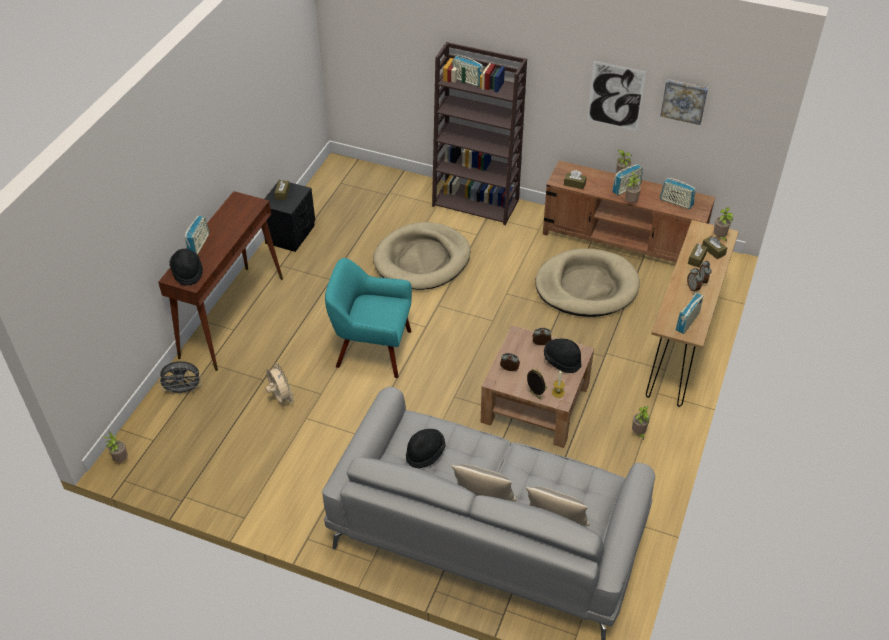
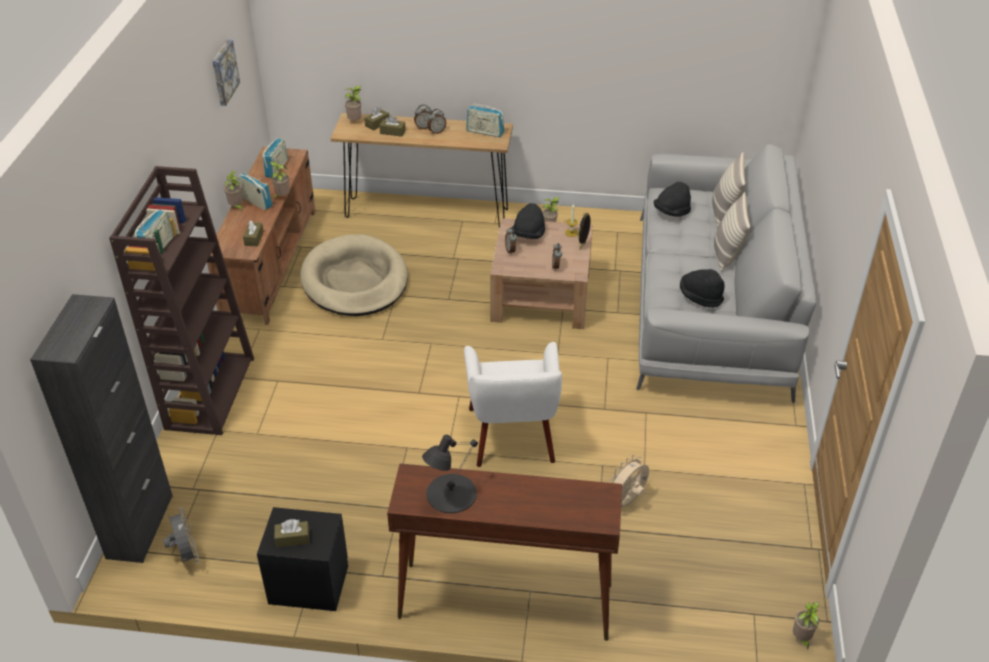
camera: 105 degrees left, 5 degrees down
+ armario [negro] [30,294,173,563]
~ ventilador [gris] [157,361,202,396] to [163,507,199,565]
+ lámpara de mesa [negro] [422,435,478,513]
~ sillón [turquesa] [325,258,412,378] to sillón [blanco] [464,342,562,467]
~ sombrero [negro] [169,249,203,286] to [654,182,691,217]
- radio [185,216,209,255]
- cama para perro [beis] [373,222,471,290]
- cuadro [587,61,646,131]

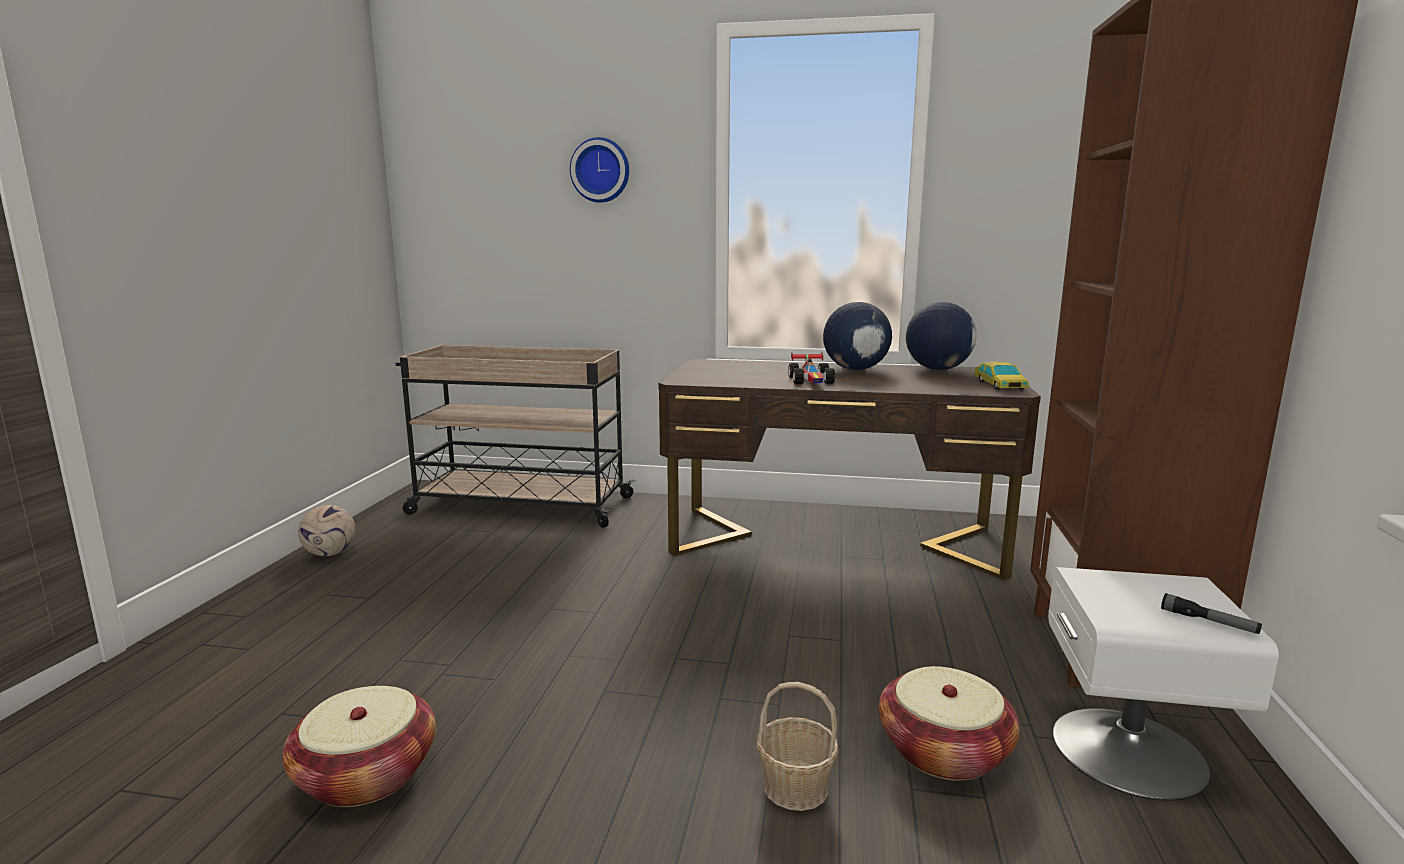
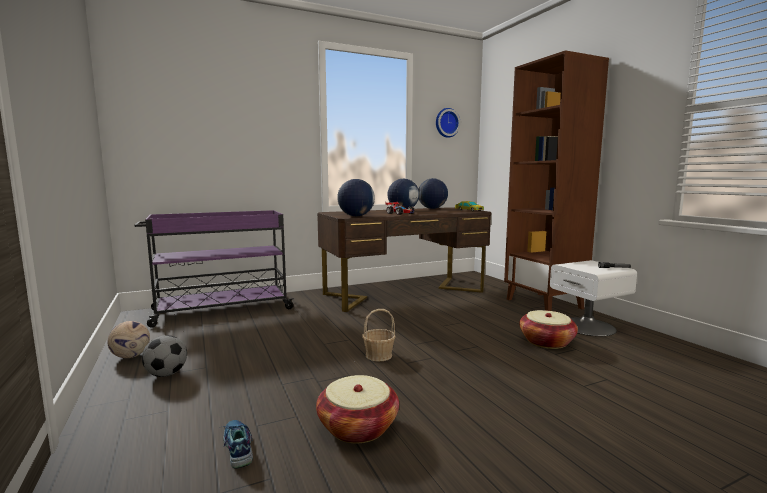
camera: 35 degrees left, 5 degrees down
~ carrito [beis] [396,345,635,528] to carrito [morado] [135,210,295,328]
+ balón de fútbol [142,335,187,377]
+ zapato [223,420,253,469]
+ globo terráqueo [337,179,375,216]
~ cesta [757,682,838,811] to [362,309,396,362]
~ reloj de pared [570,137,629,203] to [436,108,460,138]

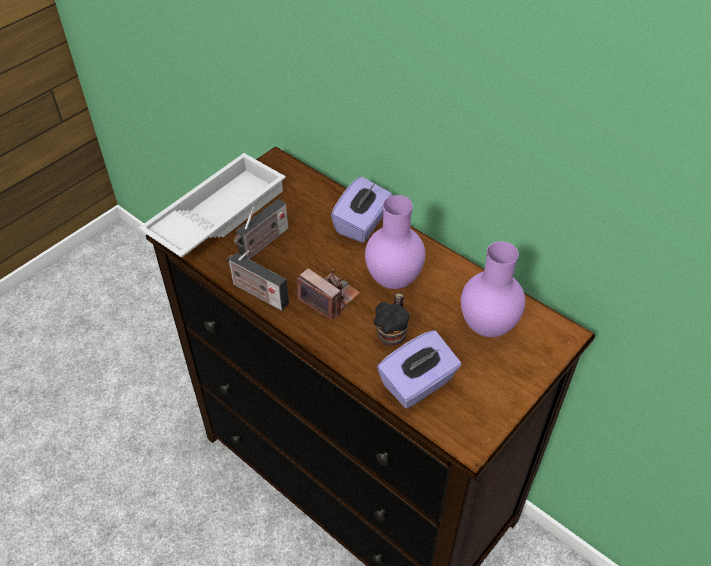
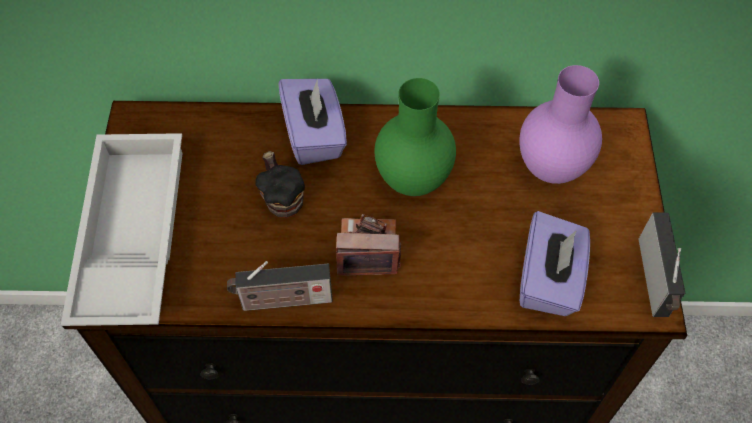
camera: 40 degrees left, 10 degrees up
~ taza grande [374,293,410,347] to [255,151,305,218]
~ florero [morado] [365,195,425,289] to florero [verde] [374,78,456,196]
~ radio [234,199,288,259] to [638,213,685,317]

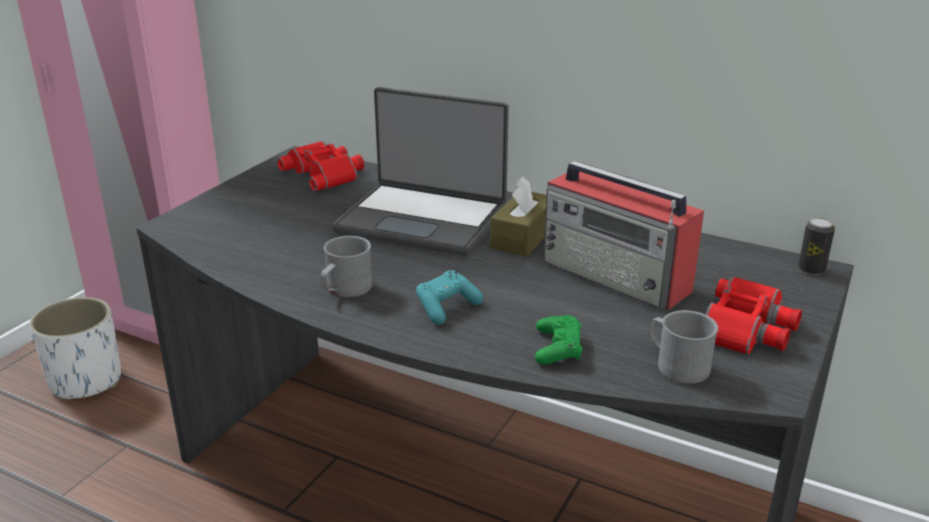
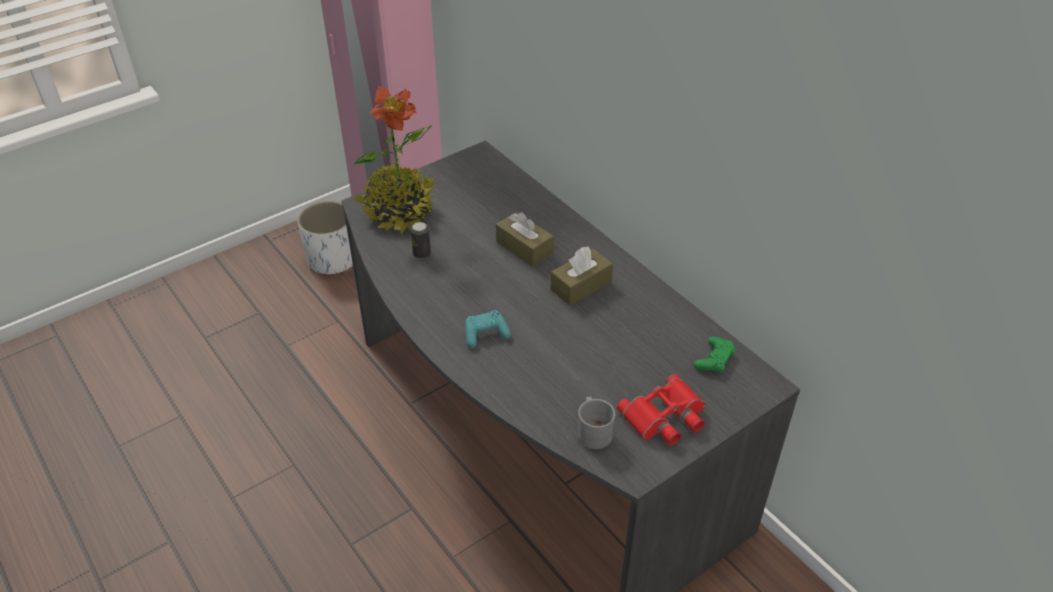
camera: 25 degrees right, 15 degrees up
+ planta en maceta [353,86,436,234]
~ lata [798,218,835,275] to [410,222,431,259]
~ portátil [332,87,509,256] to caja de pañuelos [marrón] [496,212,554,267]
~ mando de consola [verde] [535,315,582,364] to [693,337,735,373]
- prismáticos [rojo] [277,141,364,191]
- taza grande [gris] [321,236,372,297]
- radio [543,161,704,310]

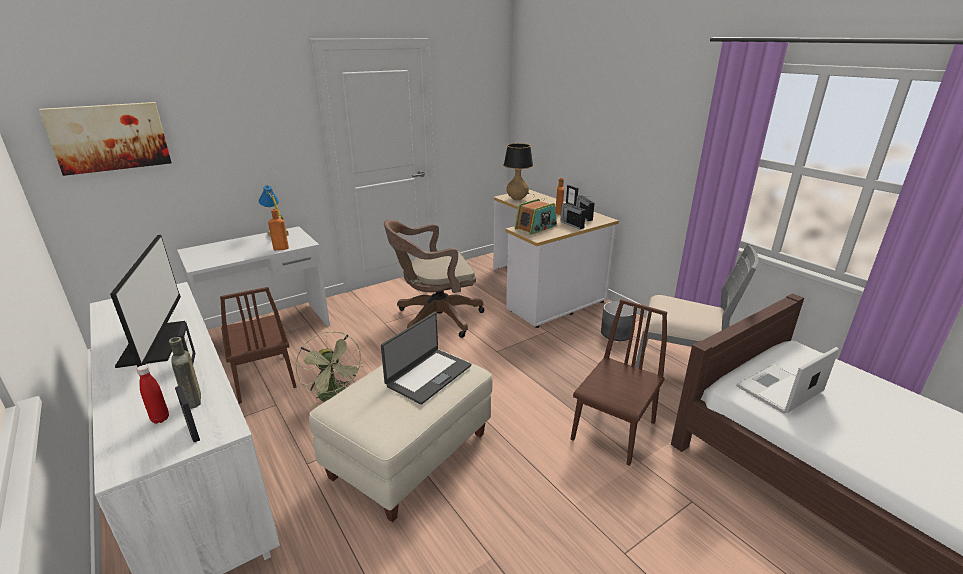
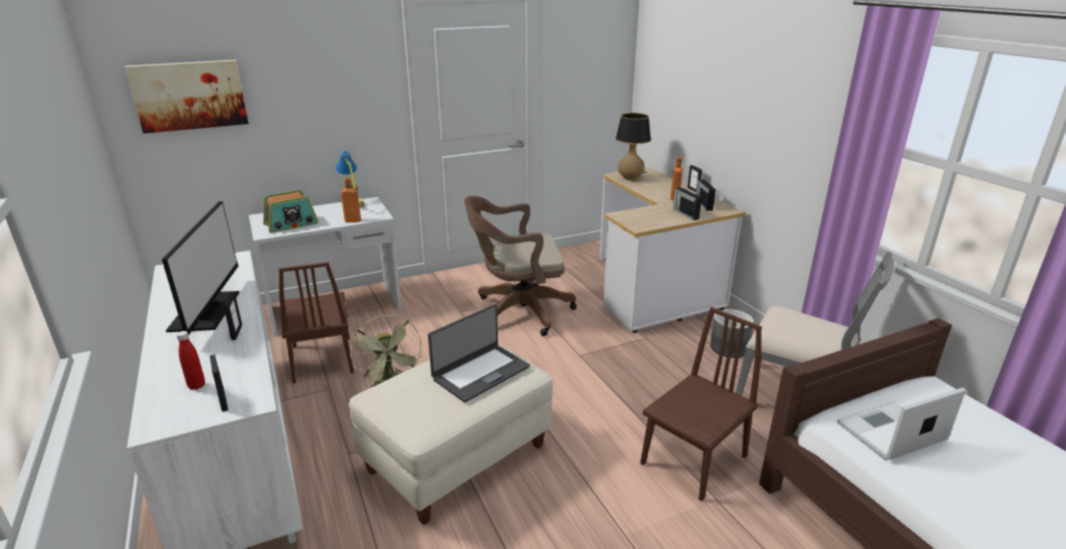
camera: 10 degrees right, 0 degrees up
~ radio [515,199,557,235] to [263,190,318,233]
- botella [marrón] [169,337,201,409]

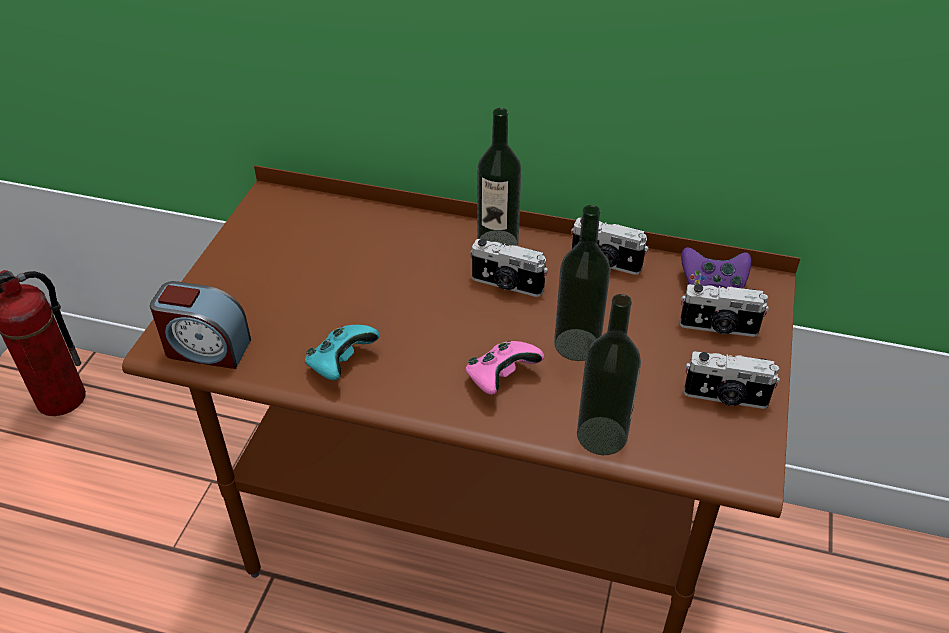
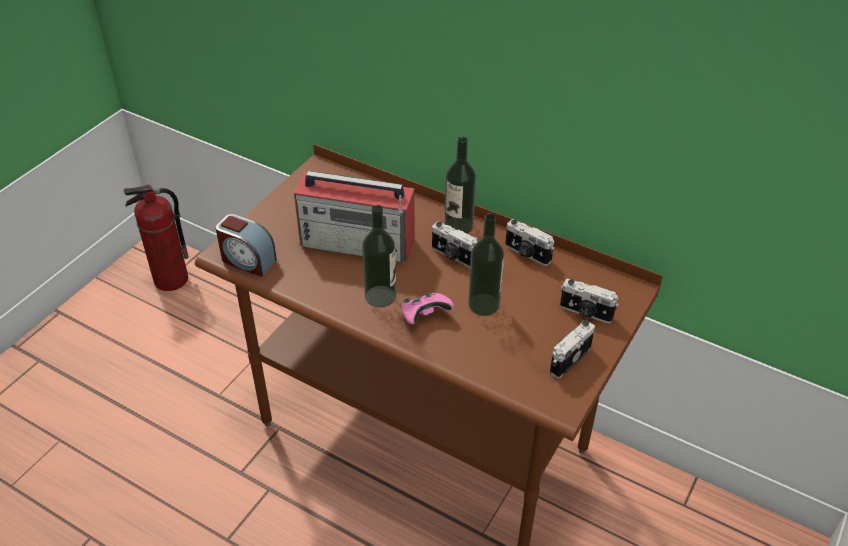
camera: 15 degrees right, 0 degrees up
+ radio [294,171,415,263]
~ botella [577,294,641,455] to [362,205,396,307]
~ cámara [684,351,780,409] = [550,320,595,379] 105 degrees clockwise
- mando de consola [turquesa] [305,325,380,380]
- mando de consola [morado] [681,247,751,289]

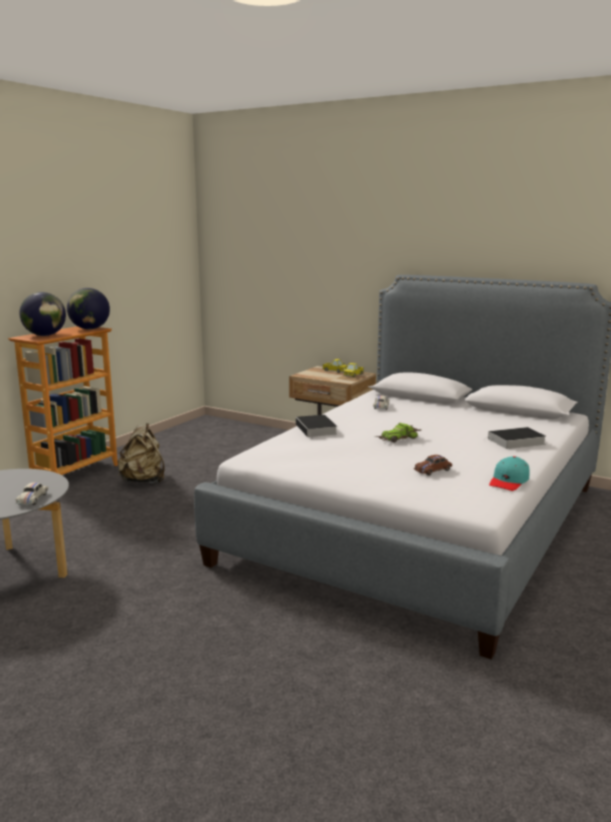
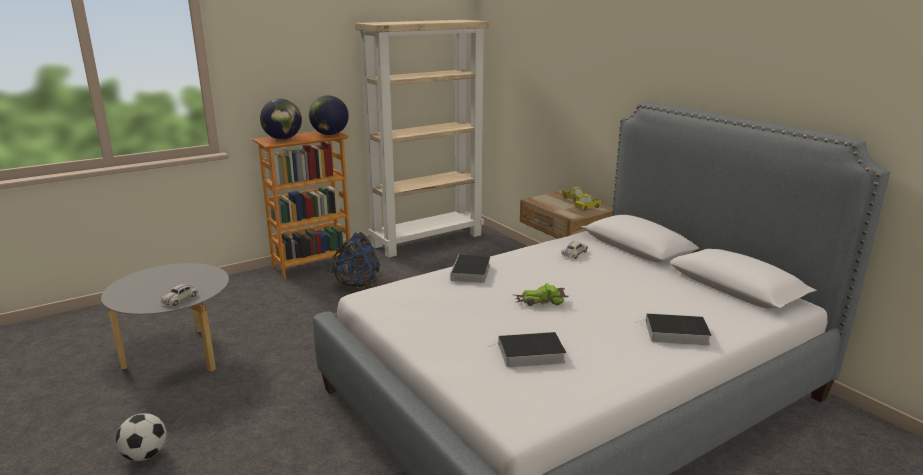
camera: 25 degrees right, 5 degrees up
+ balón de fútbol [116,413,167,461]
~ mochila [beis] [118,423,164,483] to mochila [azul] [332,232,380,289]
+ estantería [beis] [355,20,489,257]
~ coche de juguete [marrón] [414,455,452,476] to libro [488,332,566,367]
- gorra [turquesa] [489,456,530,491]

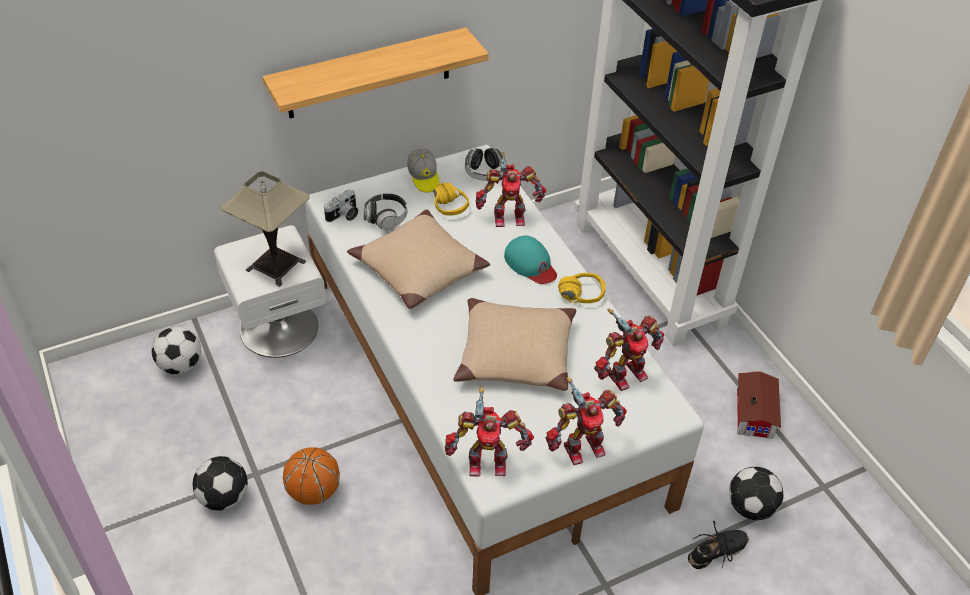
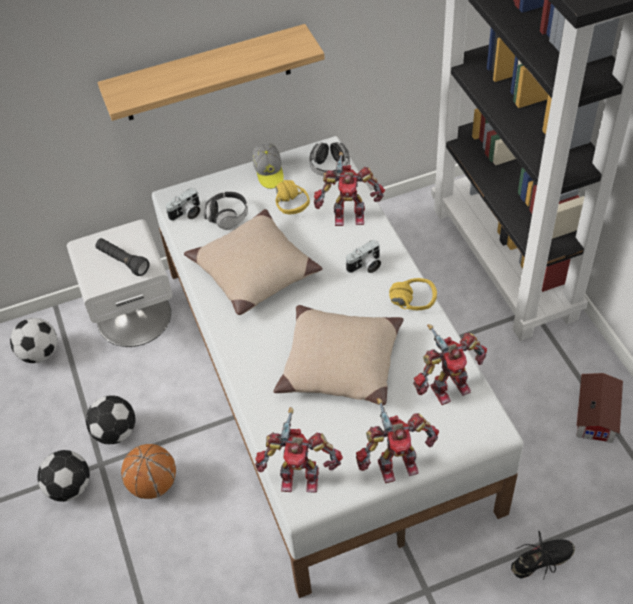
camera: 10 degrees right, 5 degrees up
~ balón de fútbol [729,467,783,520] to [86,395,136,444]
~ lámpara de mesa [221,171,310,287] to linterna [negro] [96,238,150,276]
~ gorra [turquesa] [504,235,557,284] to cámara [346,240,381,273]

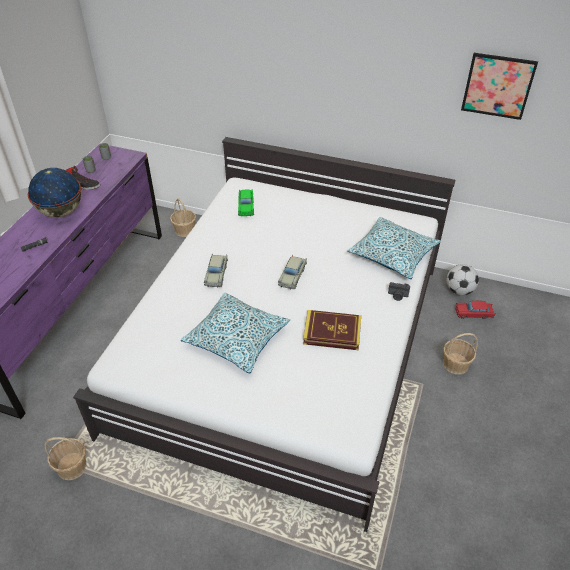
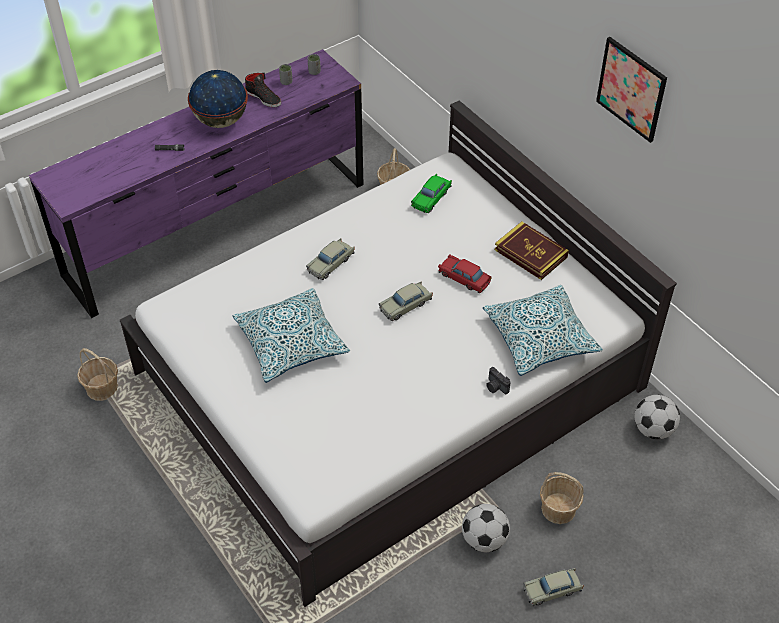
camera: 35 degrees right, 5 degrees up
~ coche de juguete [rojo] [455,301,496,319] to [438,254,492,293]
+ balón de fútbol [462,504,510,552]
~ libro [303,310,361,350] to [495,221,569,280]
+ coche de juguete [beis] [523,568,584,606]
~ cuadro [461,53,538,120] to [596,37,667,143]

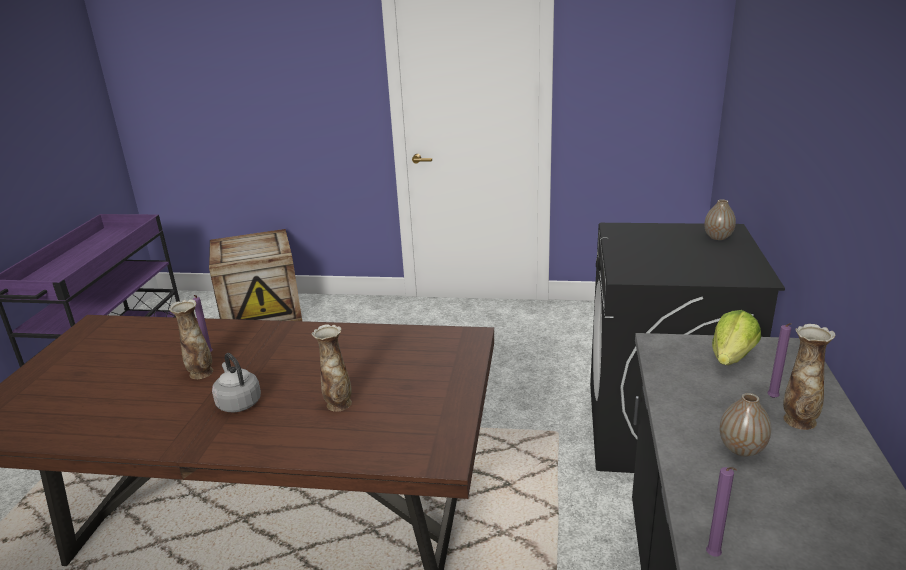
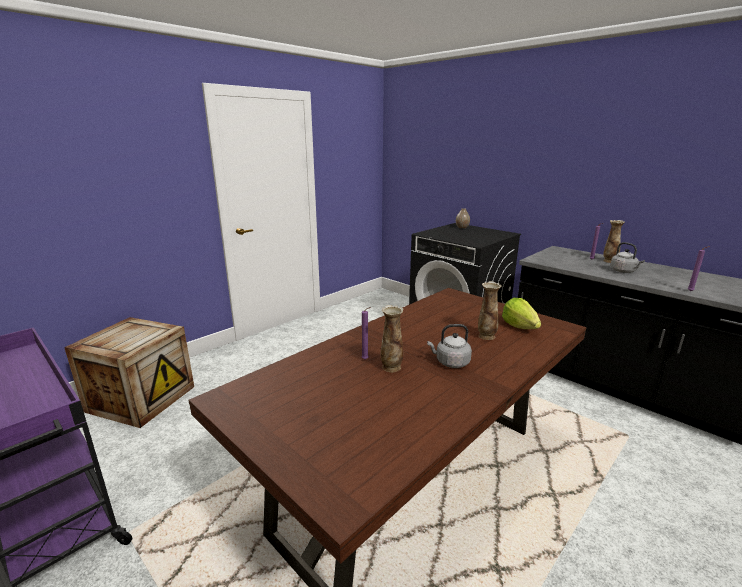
camera: 55 degrees left, 5 degrees down
~ lechuga [712,310,761,365] to [502,298,541,329]
~ florero [720,393,771,457] to hervidor [gris] [610,242,645,273]

